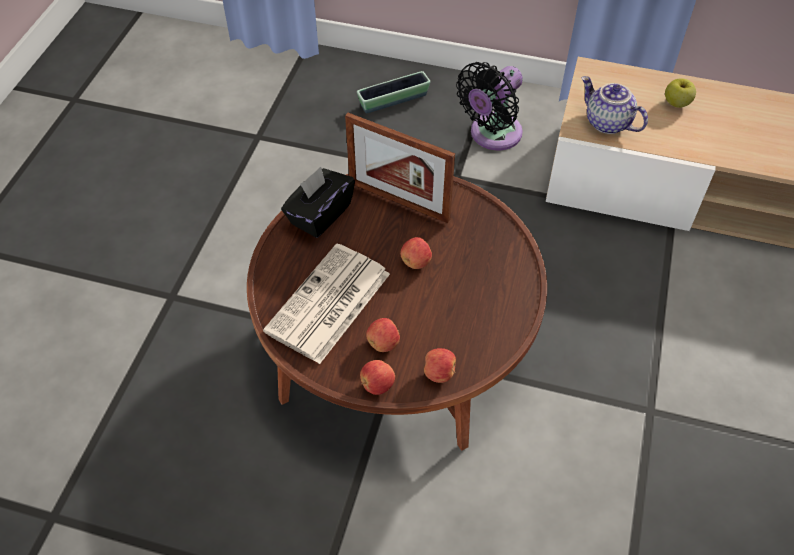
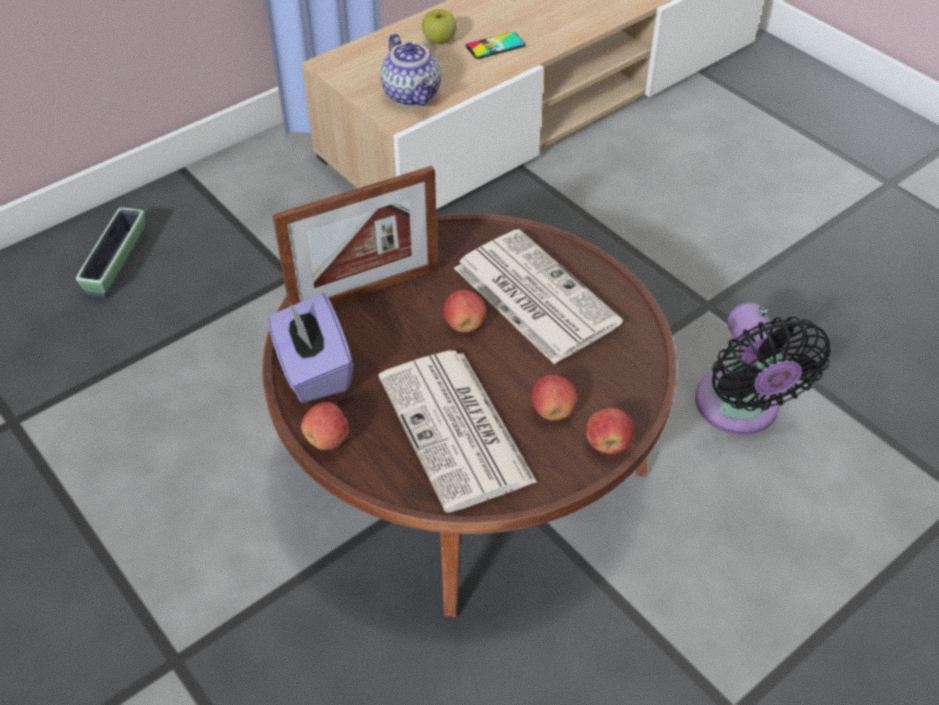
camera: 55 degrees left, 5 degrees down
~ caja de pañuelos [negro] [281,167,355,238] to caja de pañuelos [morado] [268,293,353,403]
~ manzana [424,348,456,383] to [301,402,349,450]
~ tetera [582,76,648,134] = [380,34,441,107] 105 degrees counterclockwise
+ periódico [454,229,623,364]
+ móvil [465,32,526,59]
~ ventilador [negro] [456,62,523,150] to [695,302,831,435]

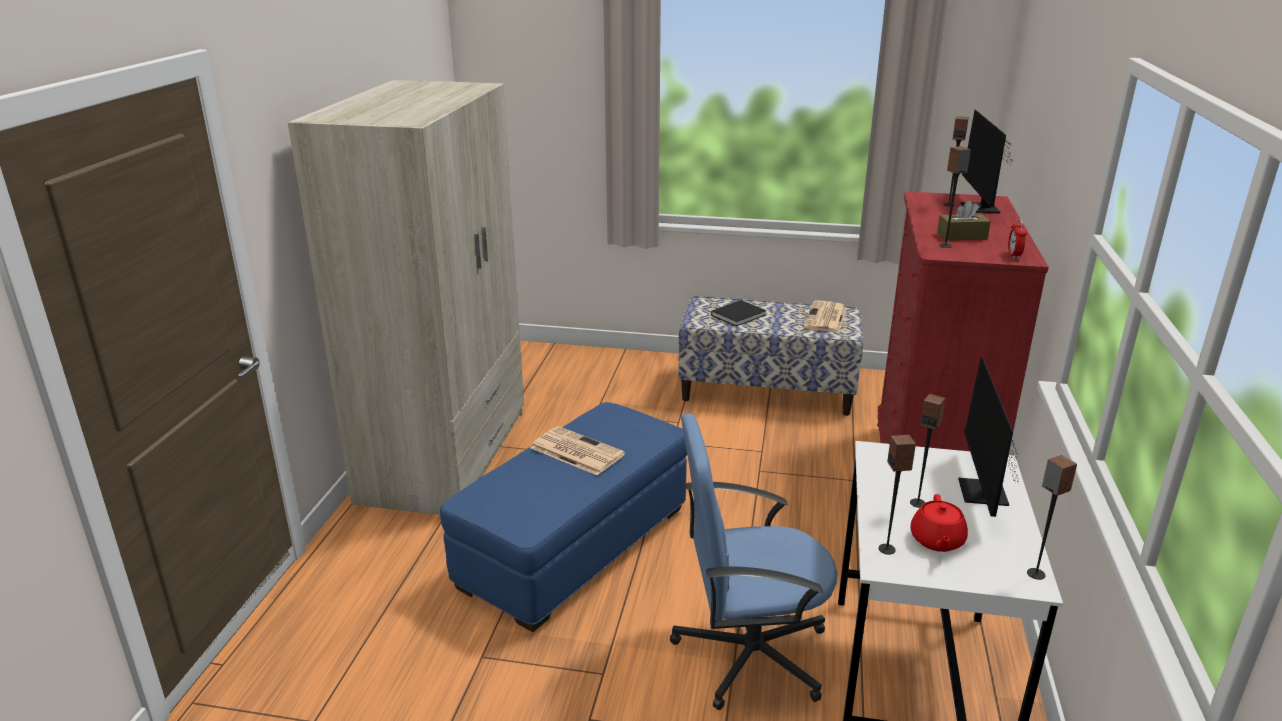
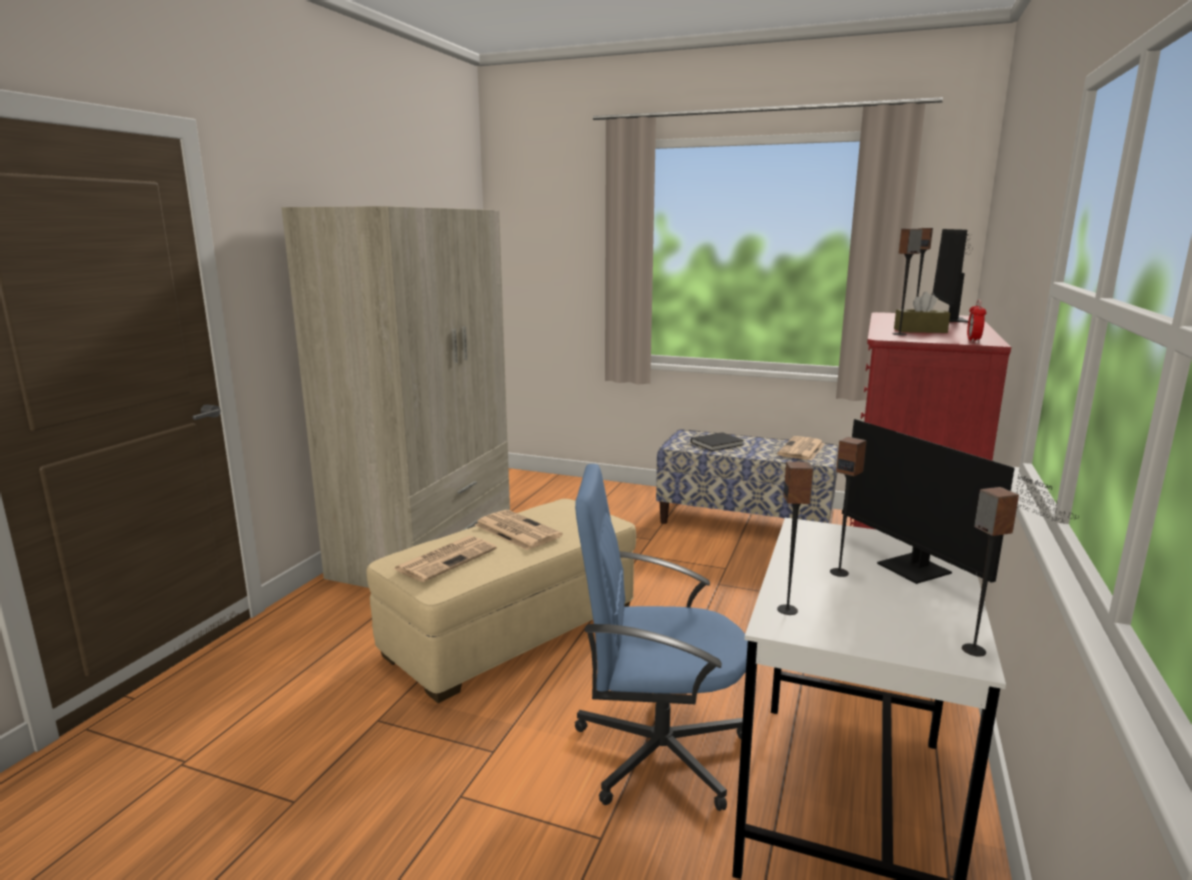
camera: 10 degrees right, 10 degrees down
~ puf [azul] [440,402,687,632] to puf [beis] [367,499,636,703]
+ periódico [394,536,497,582]
~ monitor [958,355,1019,517] = [842,419,1079,584] 45 degrees counterclockwise
- tetera [rojo] [910,494,968,552]

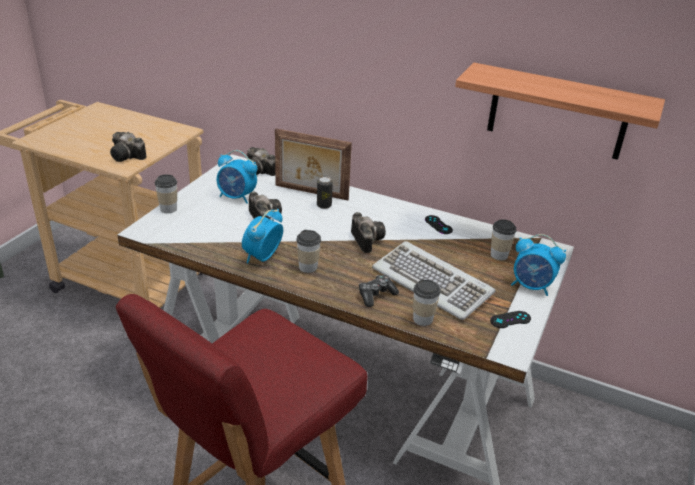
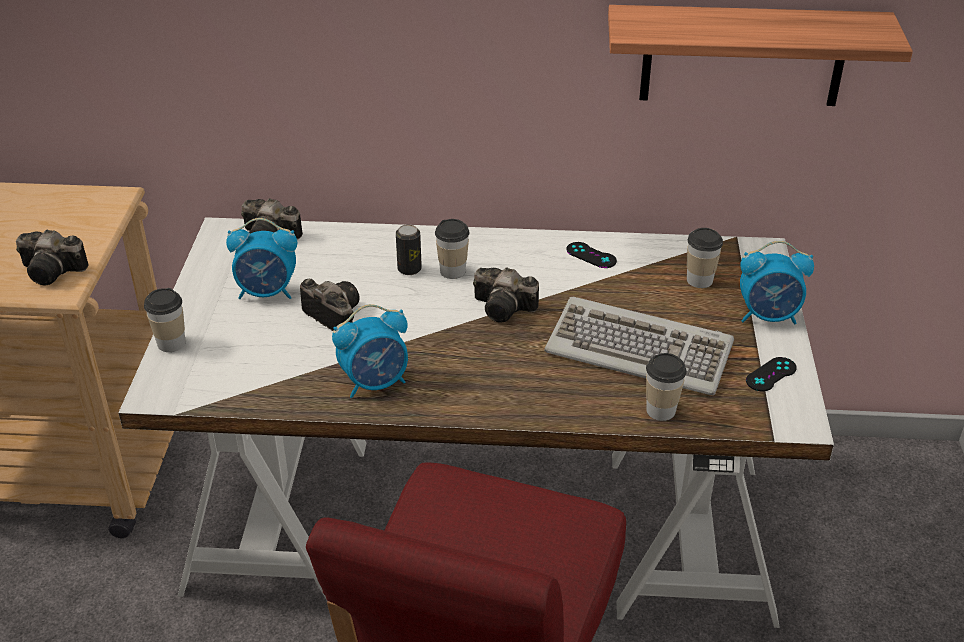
camera: 20 degrees left, 5 degrees up
~ despertador [242,209,283,263] = [332,304,408,398] 120 degrees counterclockwise
~ taza [296,230,321,273] to [435,219,470,279]
~ cámara [351,212,386,253] = [473,267,539,323] 150 degrees clockwise
- portarretratos [275,128,352,200]
- mando de consola [359,275,399,307]

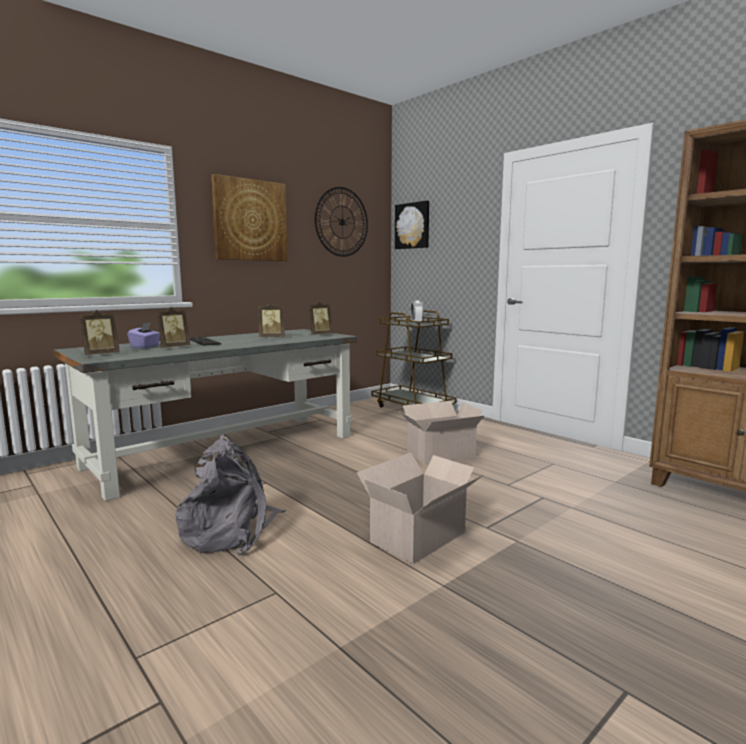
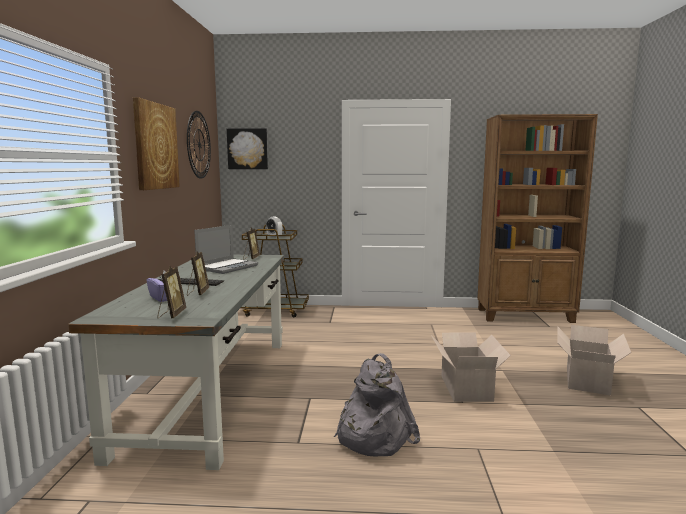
camera: 45 degrees left, 0 degrees up
~ portarretratos [258,302,284,337] to portátil [194,225,258,274]
~ caja de cartón [399,401,485,465] to [557,325,631,396]

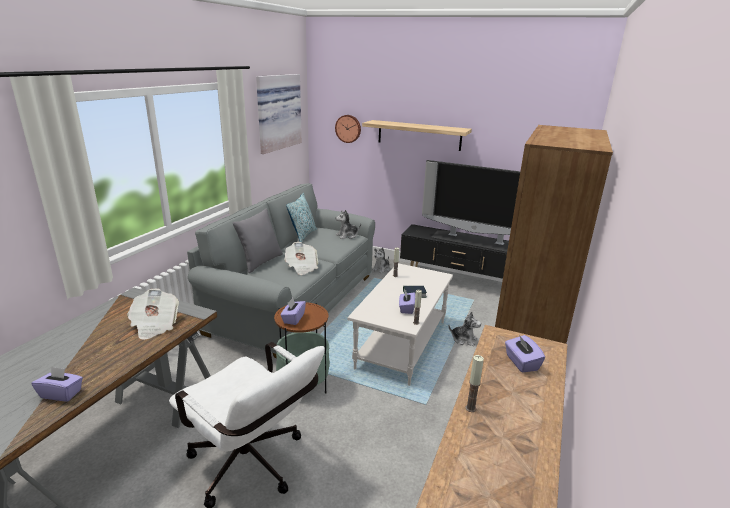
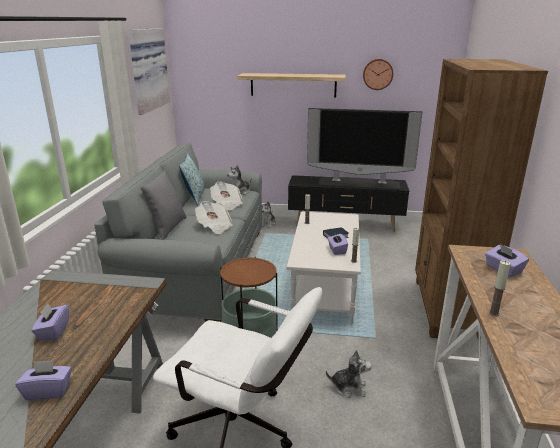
camera: 15 degrees left, 0 degrees up
~ caja de pañuelos [morado] [281,298,306,325] to [31,303,69,341]
~ periódico [127,288,179,340] to [210,182,243,210]
~ peluche [448,311,481,346] to [326,350,372,398]
~ reloj de pared [335,115,361,143] to [363,59,393,90]

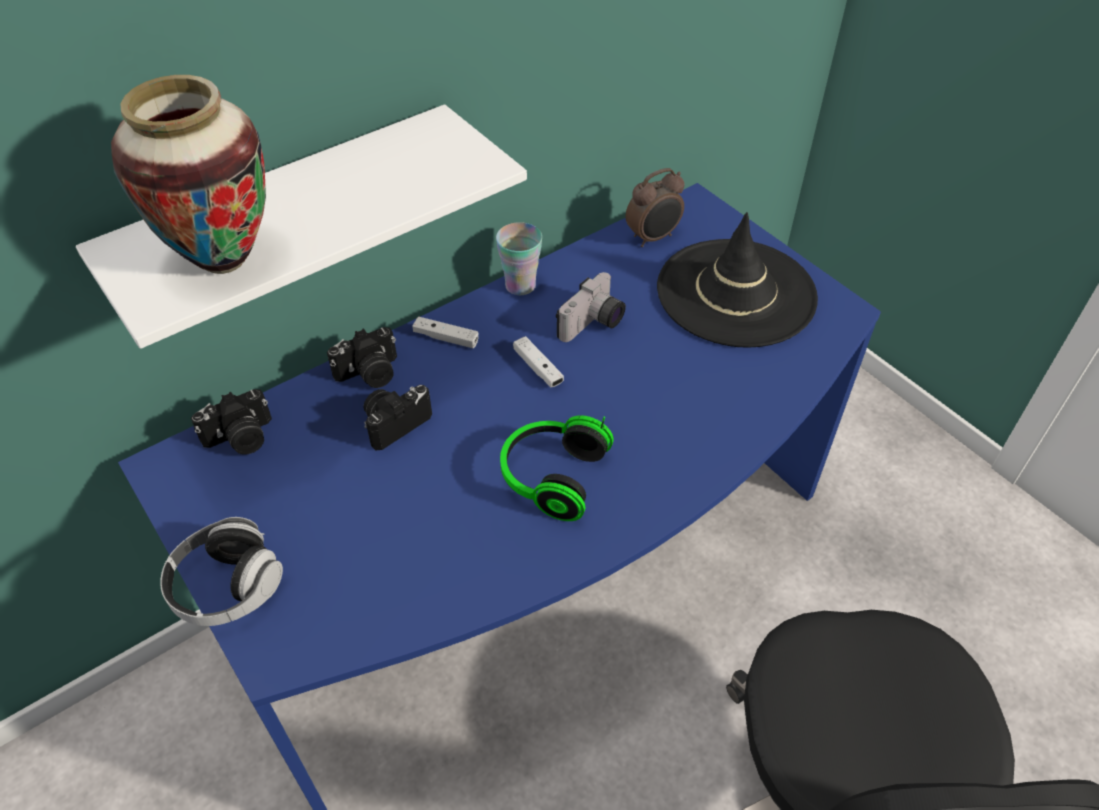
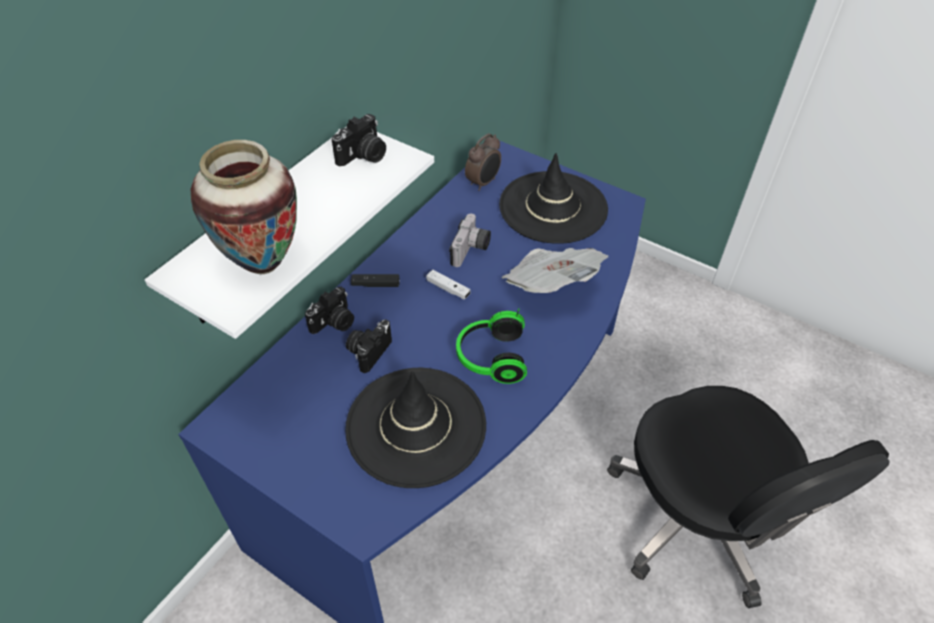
camera: 20 degrees left, 0 degrees up
~ cámara [191,389,272,455] to [332,114,386,167]
+ sombrero [negro] [345,367,486,488]
~ mando de consola [blanco] [412,317,478,348] to mando de consola [negro] [351,274,400,287]
+ periódico [501,248,608,293]
- auriculares [160,517,283,626]
- taza [496,222,542,296]

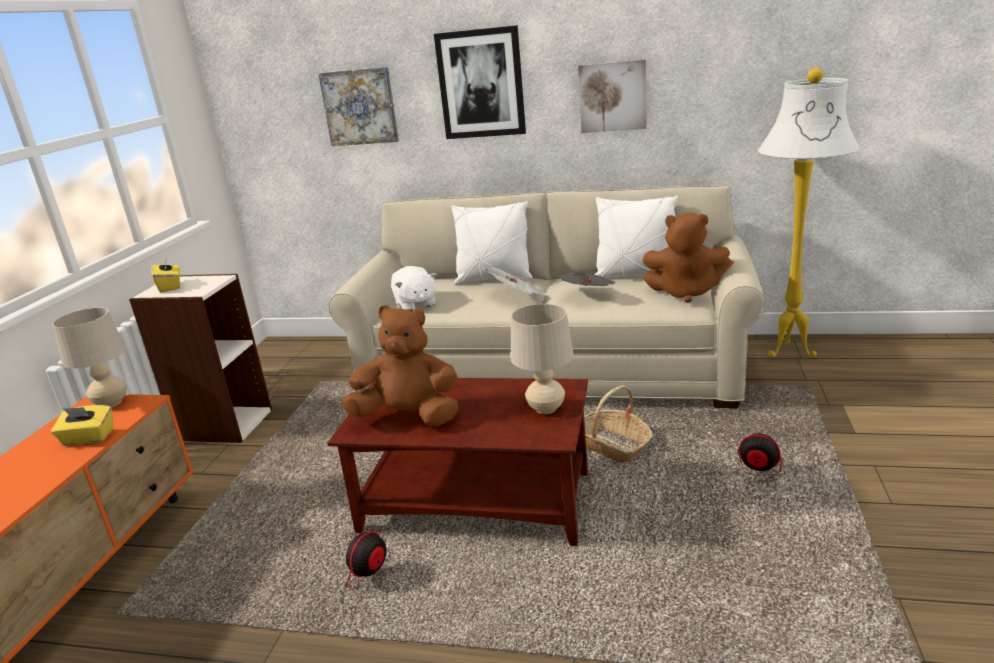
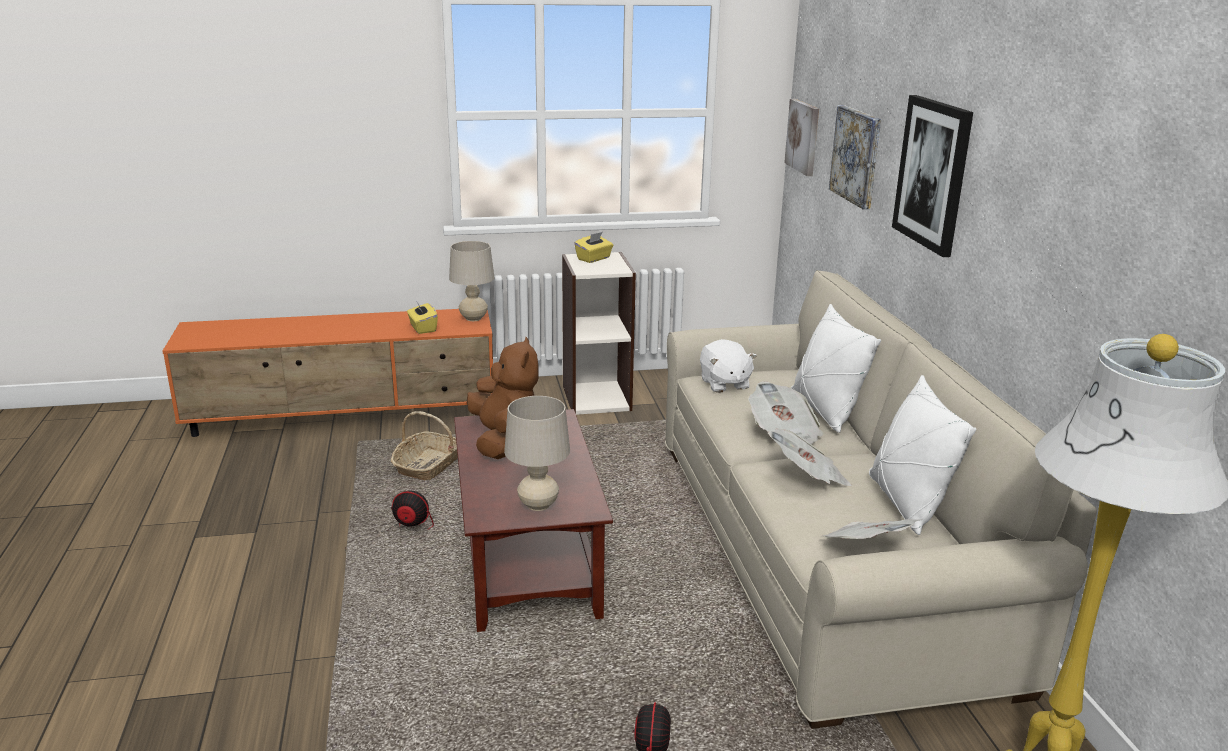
camera: 65 degrees right, 0 degrees up
~ cesta [584,385,653,463] to [391,411,458,480]
~ peluche [blanco] [391,266,437,311] = [700,339,757,393] 60 degrees counterclockwise
~ cuadro [578,59,646,133] to [784,99,819,176]
~ peluche [marrón] [643,213,734,303] to periódico [823,519,920,539]

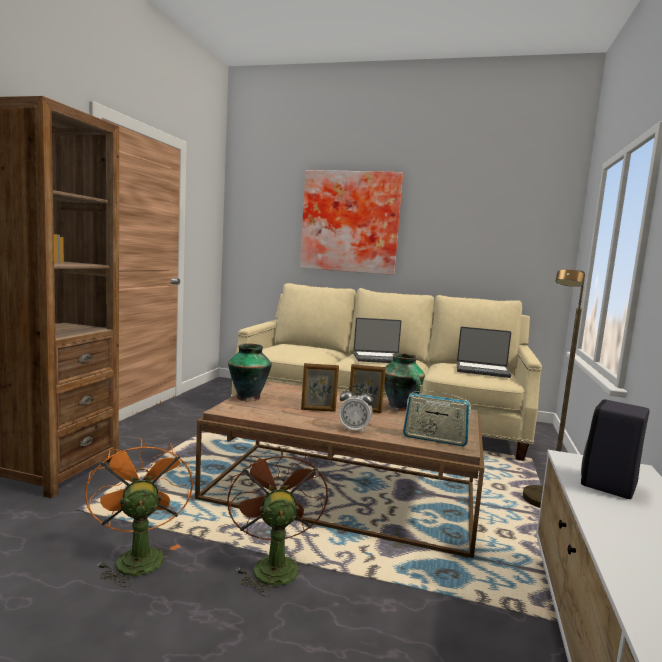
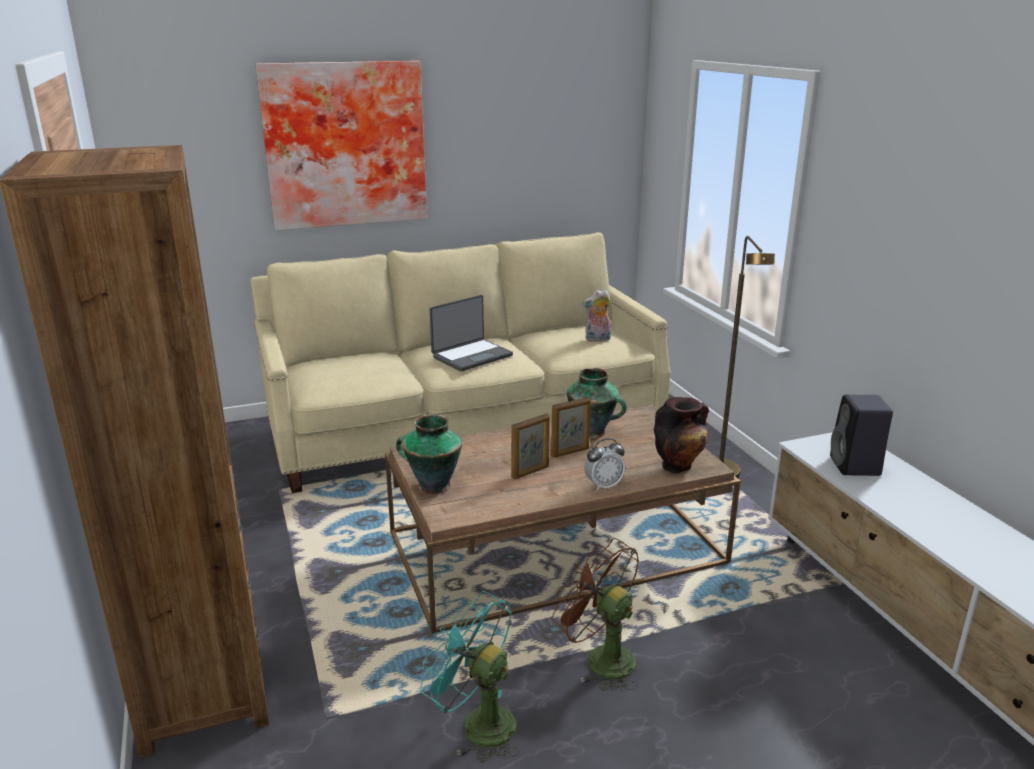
camera: 35 degrees left, 15 degrees up
~ ventilador [naranja] [85,438,193,587] to ventilador [turquesa] [420,591,519,763]
~ portátil [457,327,511,378] to peluche [582,289,611,342]
~ radio [403,385,471,446] to florero [654,397,709,473]

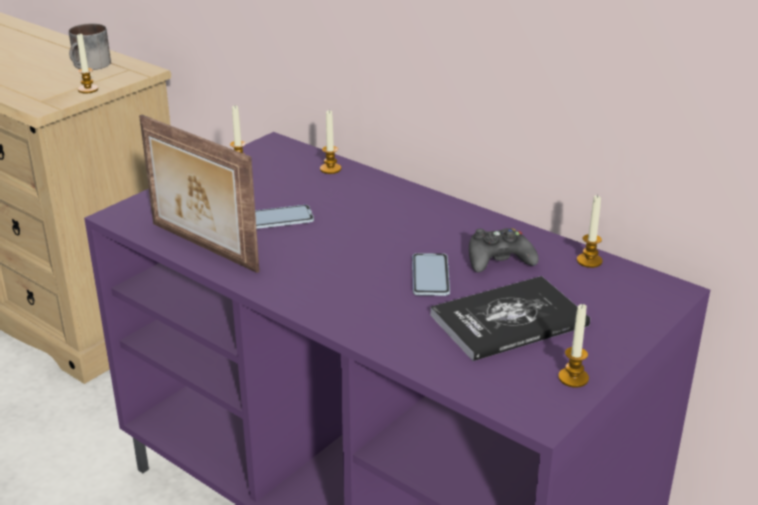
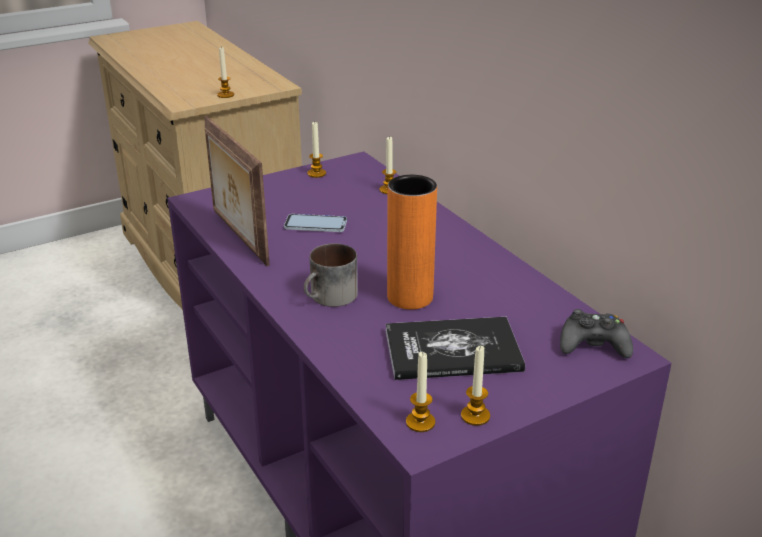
camera: 20 degrees right, 0 degrees up
~ taza grande [69,24,111,70] to [304,243,358,307]
~ móvil [412,253,450,296] to florero [naranja] [387,175,437,310]
~ vela [577,195,602,268] to [406,352,435,432]
~ mando de consola [negro] [469,228,539,272] to [560,309,633,358]

